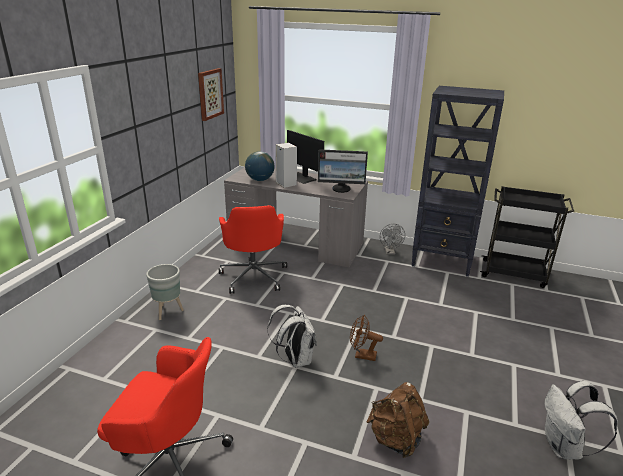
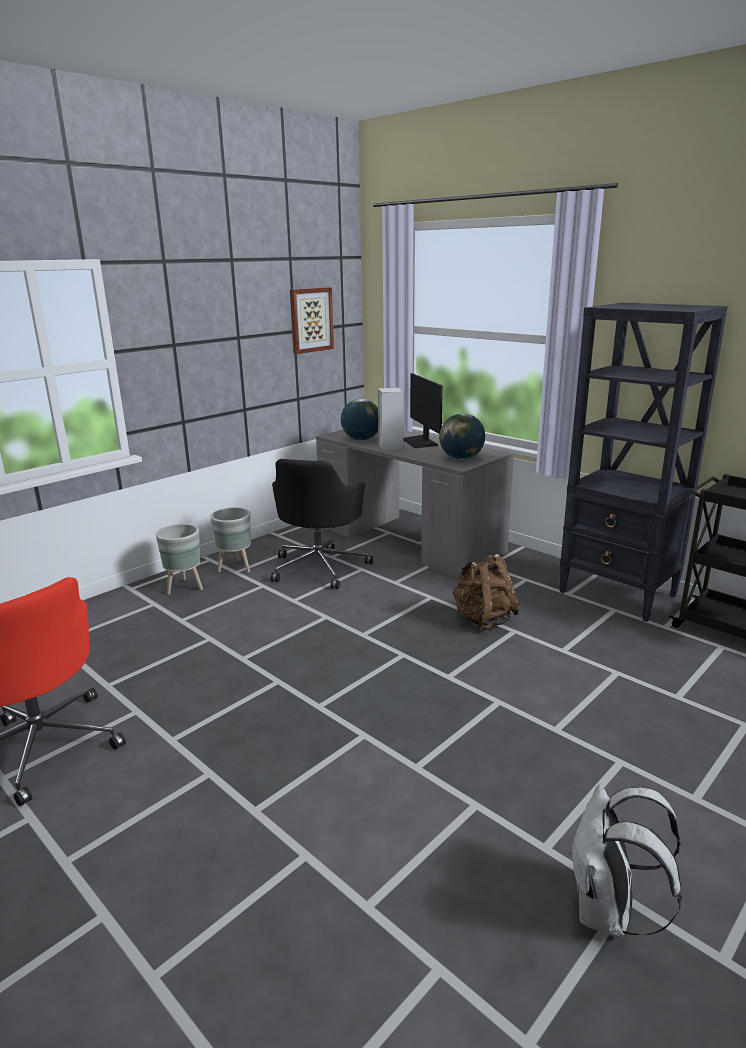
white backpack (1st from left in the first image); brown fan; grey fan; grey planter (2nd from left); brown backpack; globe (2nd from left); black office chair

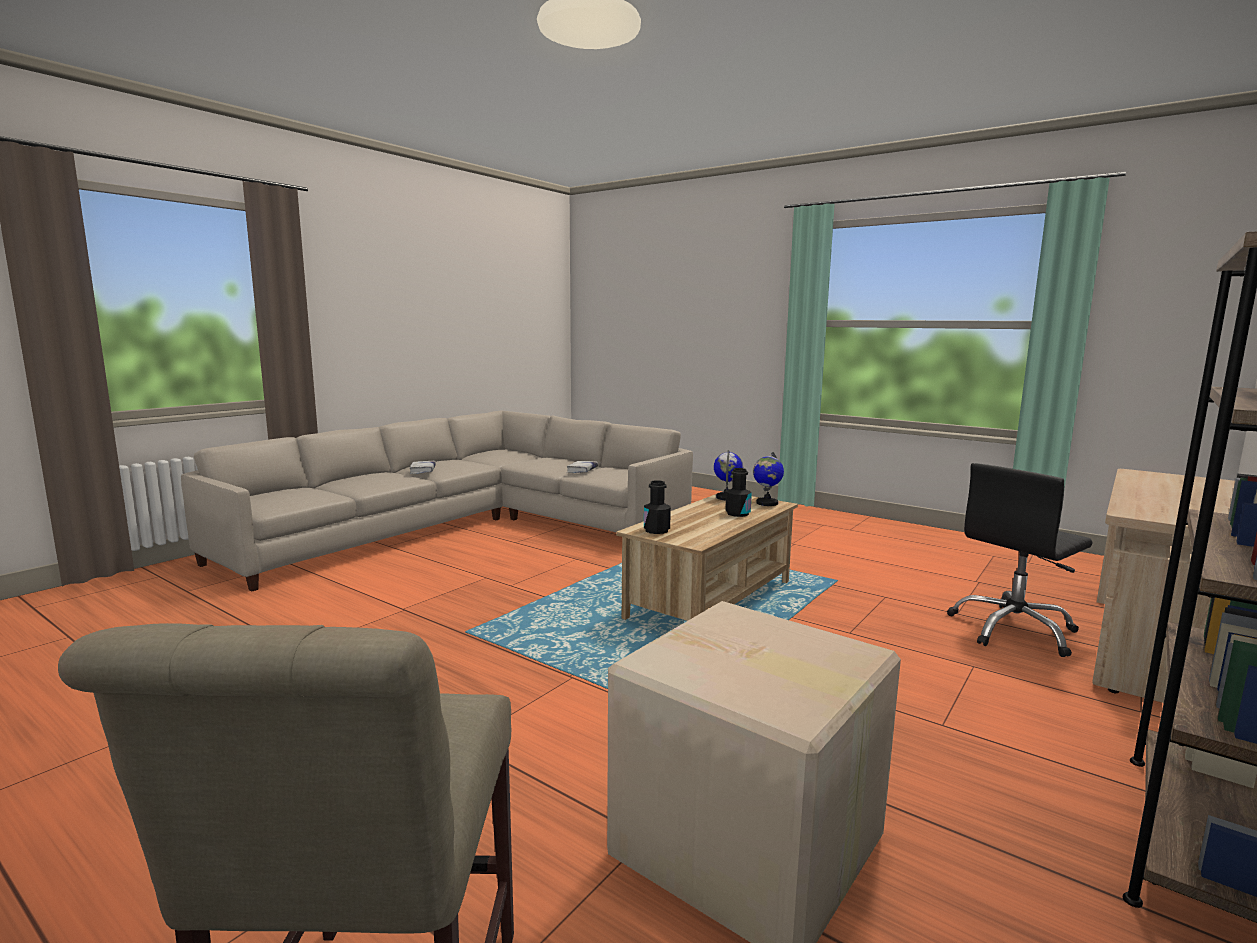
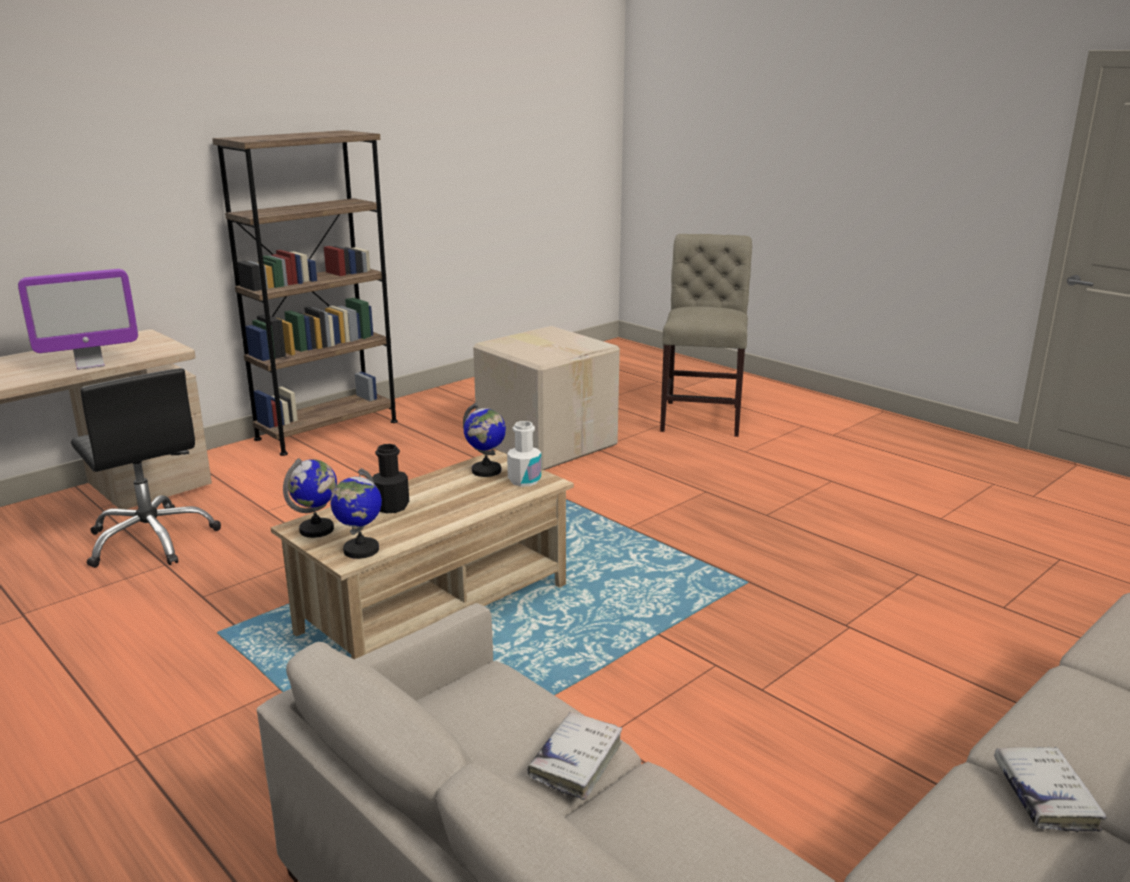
monitor; globe (3rd from left); white bottle; black office chair

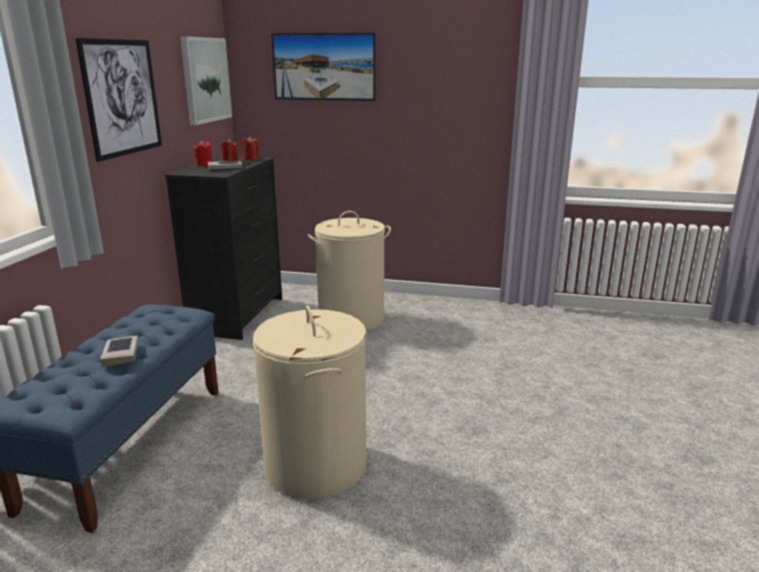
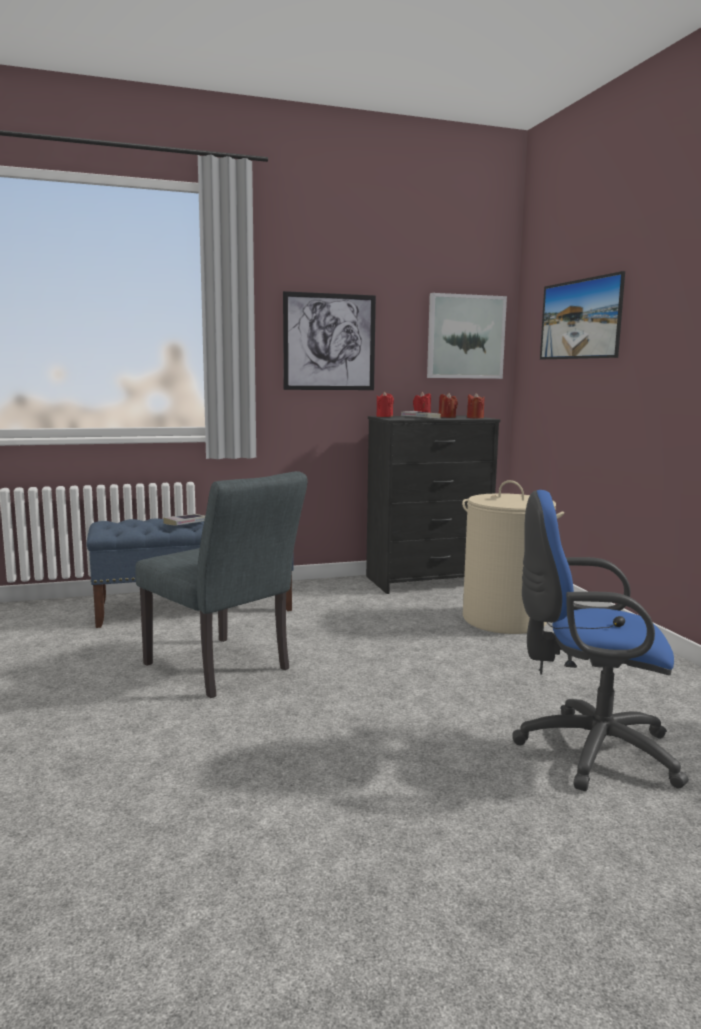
red candle (1st from left); blue office chair; grey chair

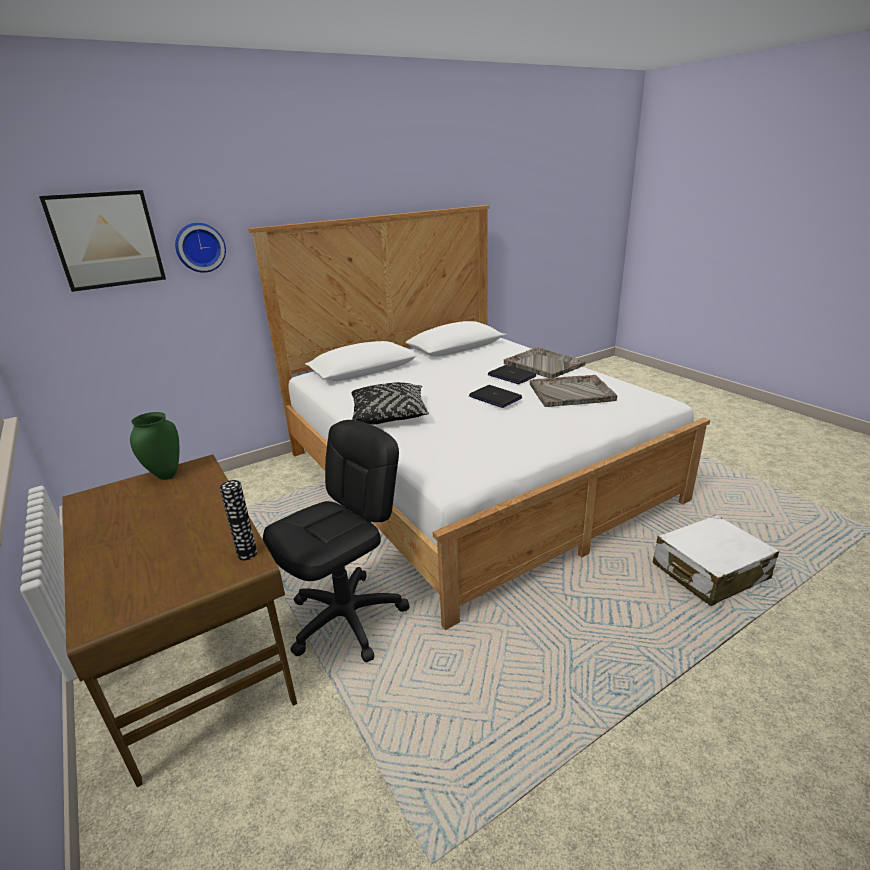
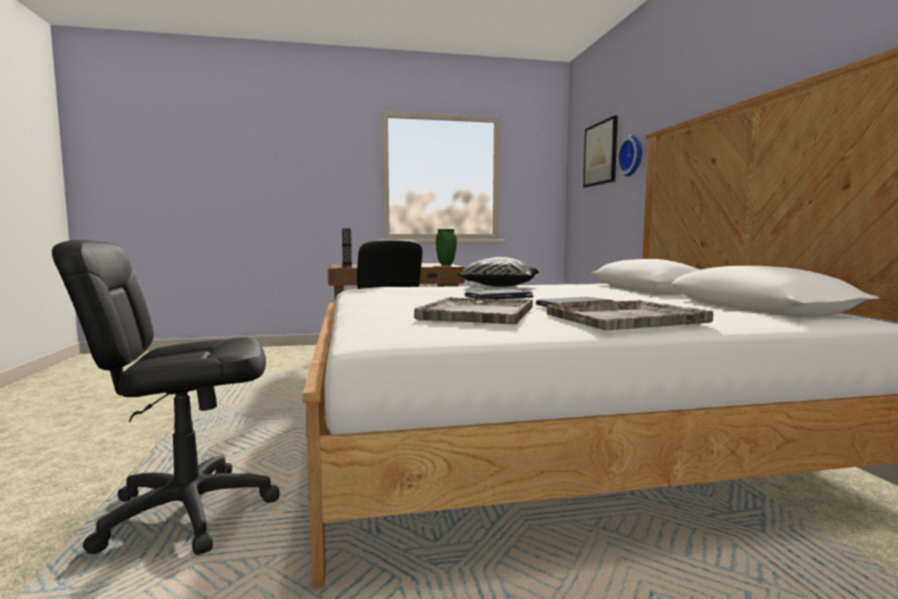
black office chair (1st from left)

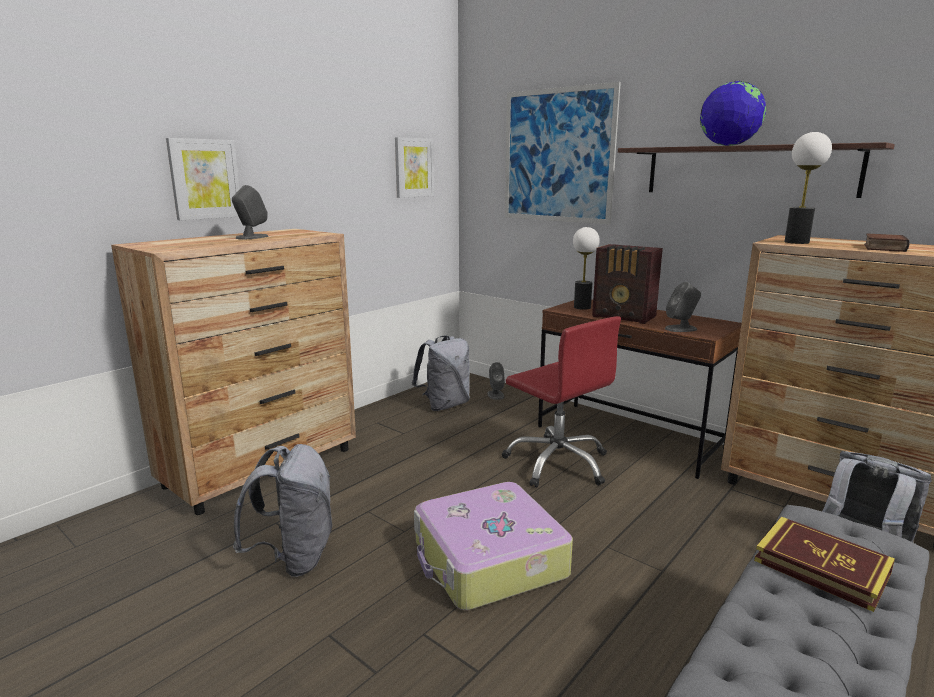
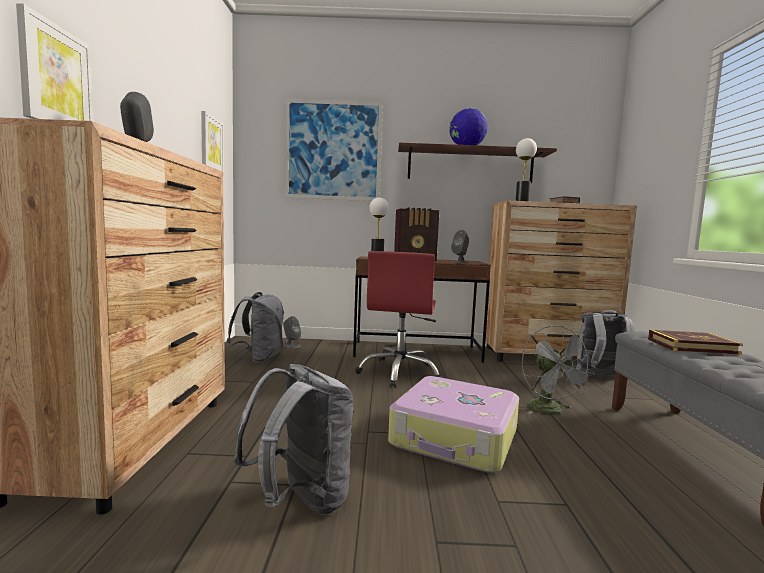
grey fan; red office chair

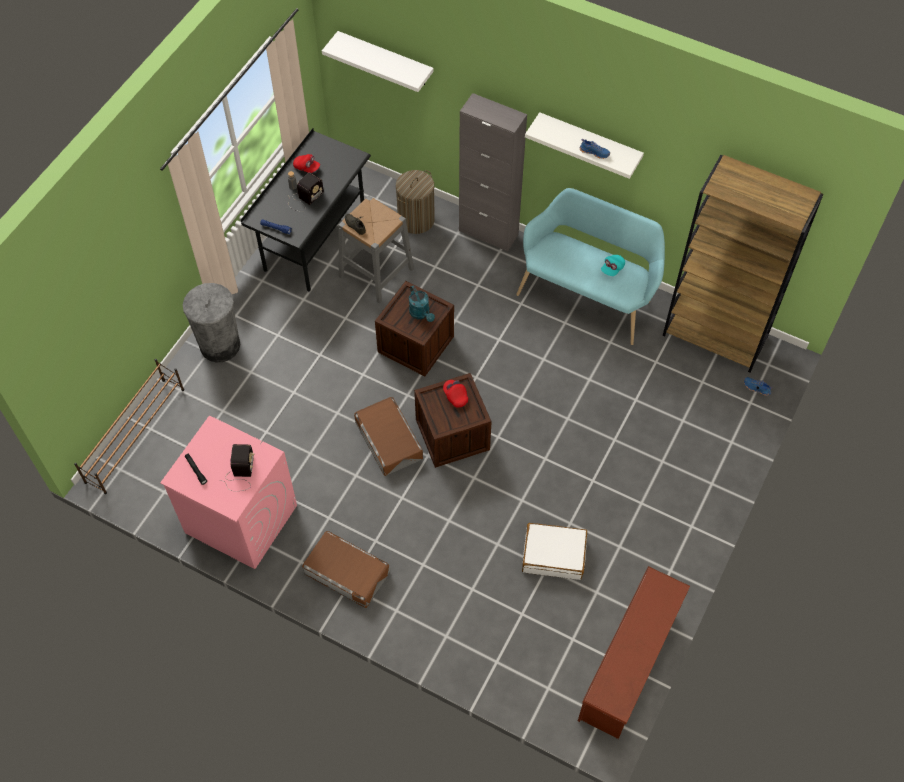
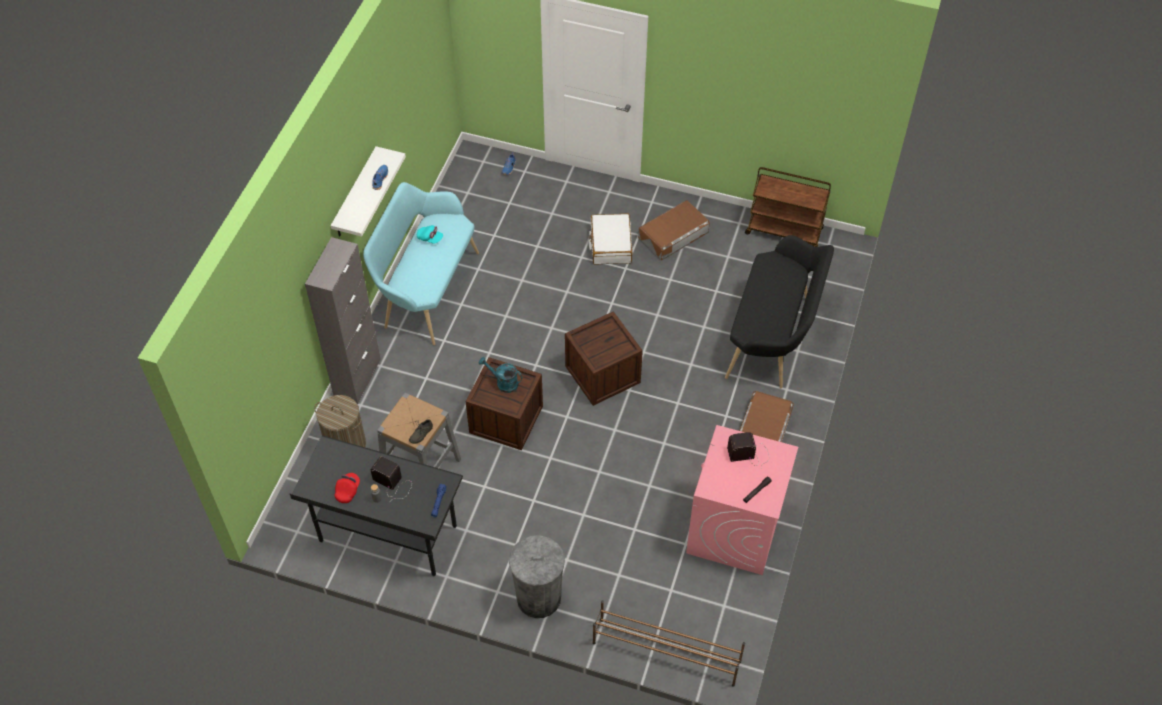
white shelf (1st from left in the first image); red cap (2nd from left in the first image); brown bookcase; black bench; brown storage box (1st from left); white suitcase; brown cart; turquoise watering can

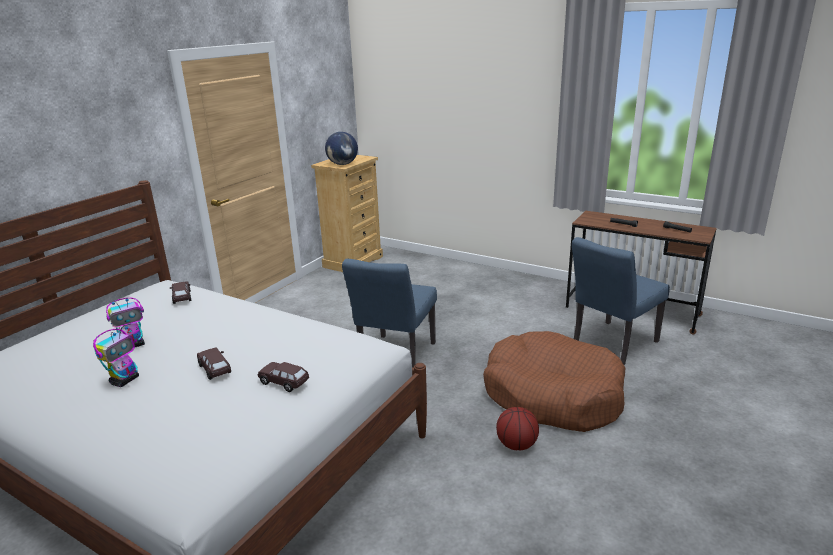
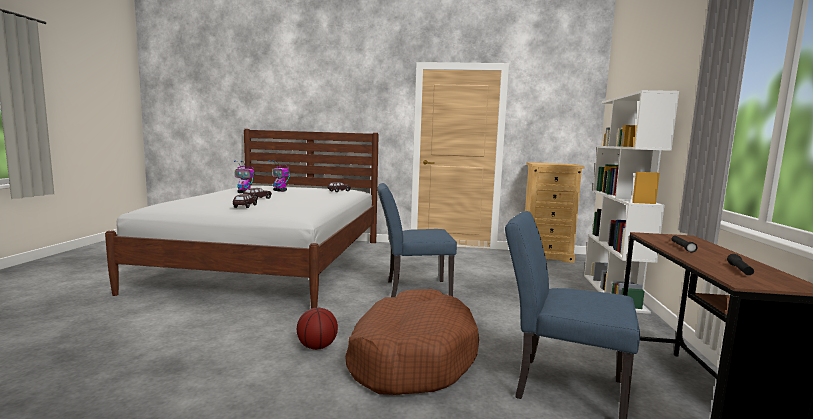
globe; white bookcase

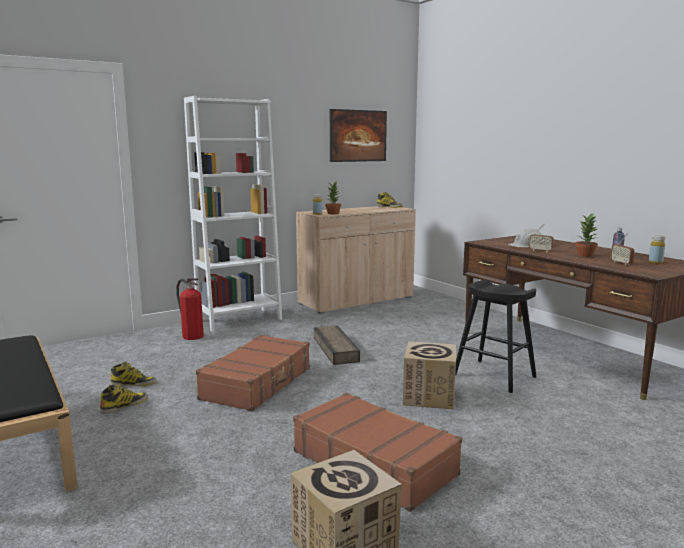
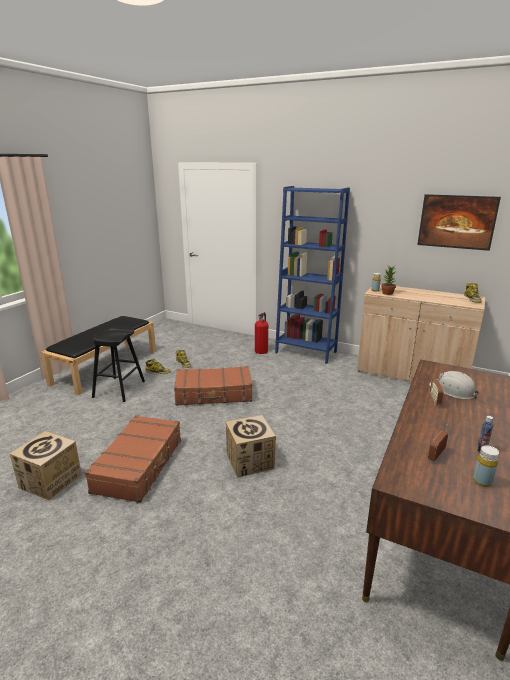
crate; potted plant (2nd from left in the first image); black stool; blue bookcase

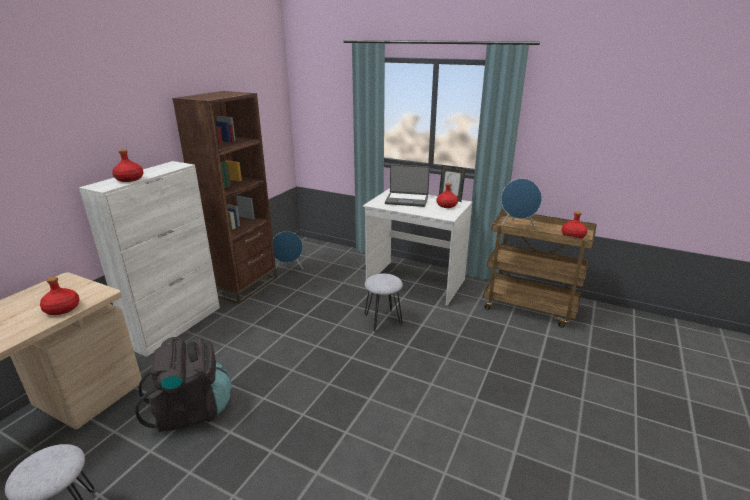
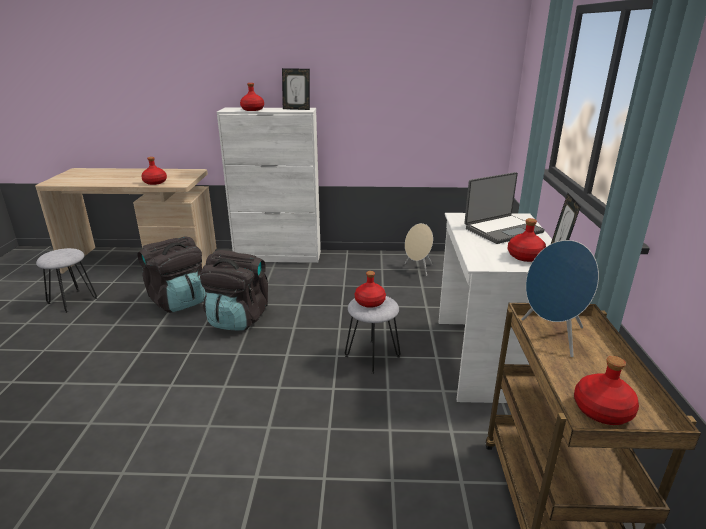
brown bookcase; black backpack (2nd from left); picture frame (1st from left); red bottle (3rd from left); beige speaker; laptop

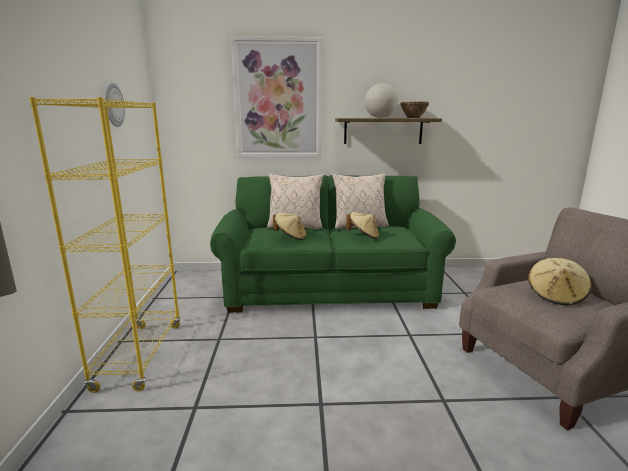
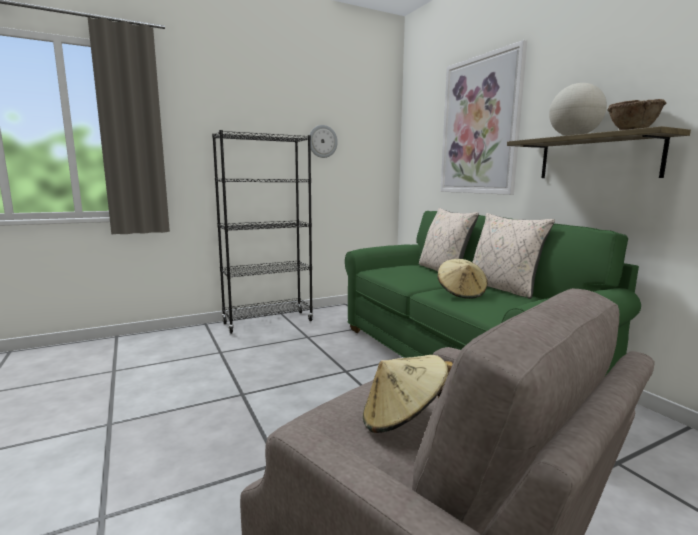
beige hat (1st from left in the first image); black bookcase

